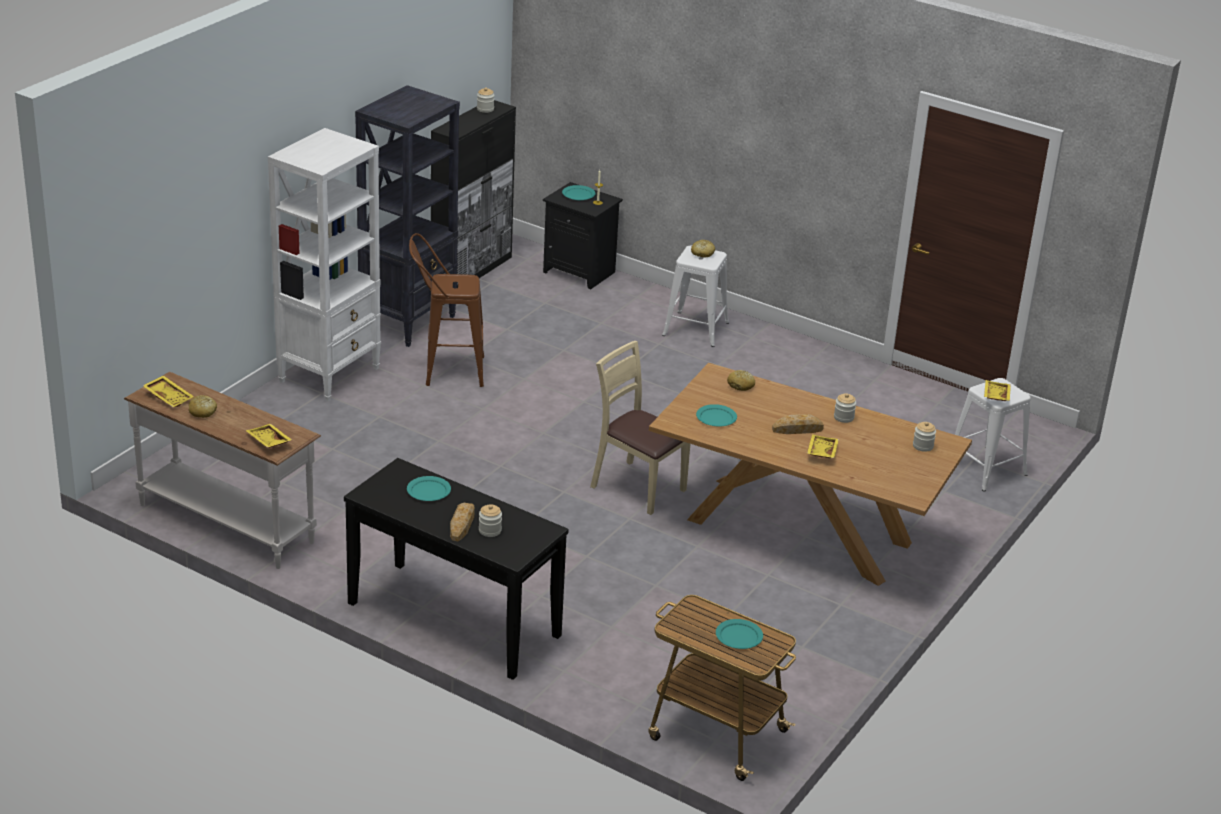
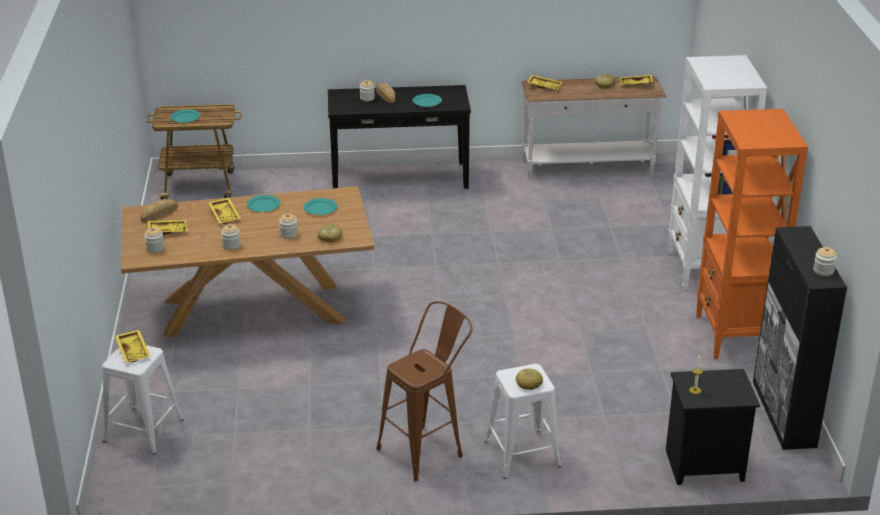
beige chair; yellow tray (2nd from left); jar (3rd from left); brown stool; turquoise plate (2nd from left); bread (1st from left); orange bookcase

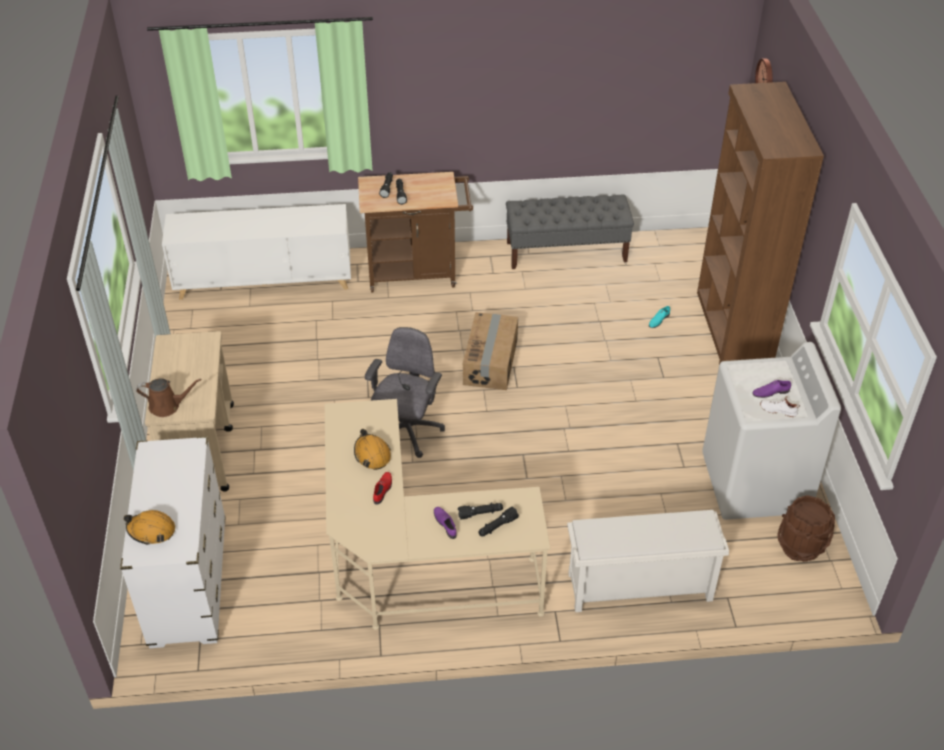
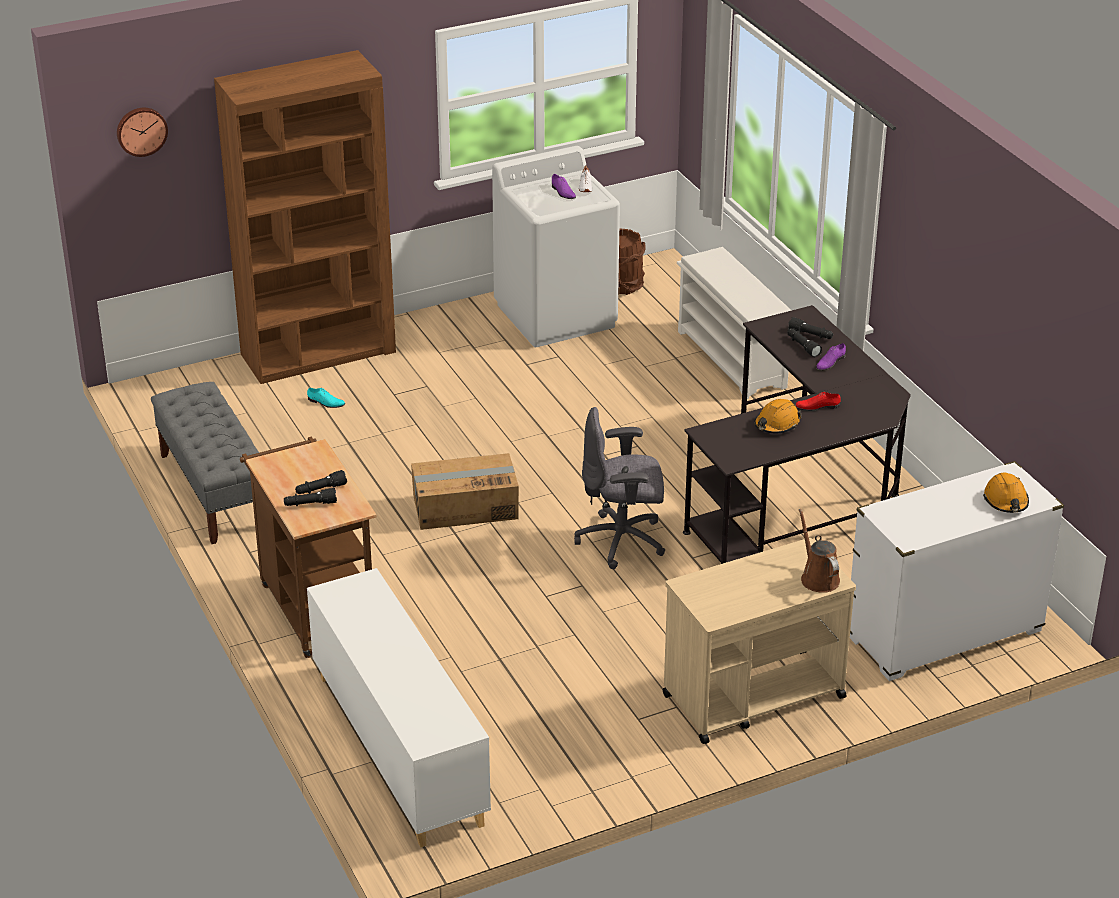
black desk

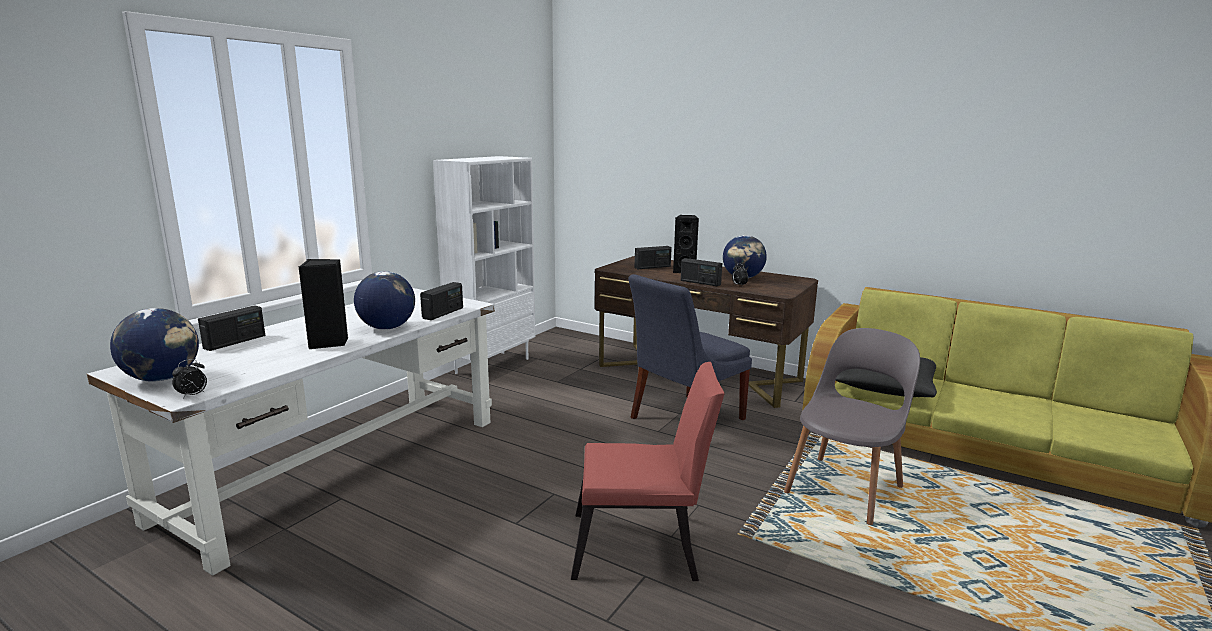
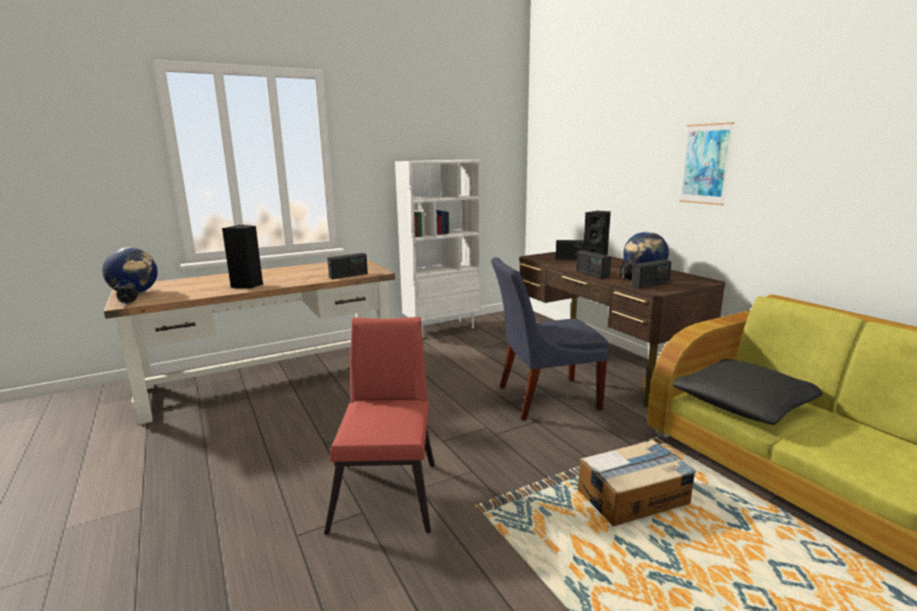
globe (2nd from left in the first image); picture; radio (4th from left); cardboard box; brown desk (1st from left); red chair

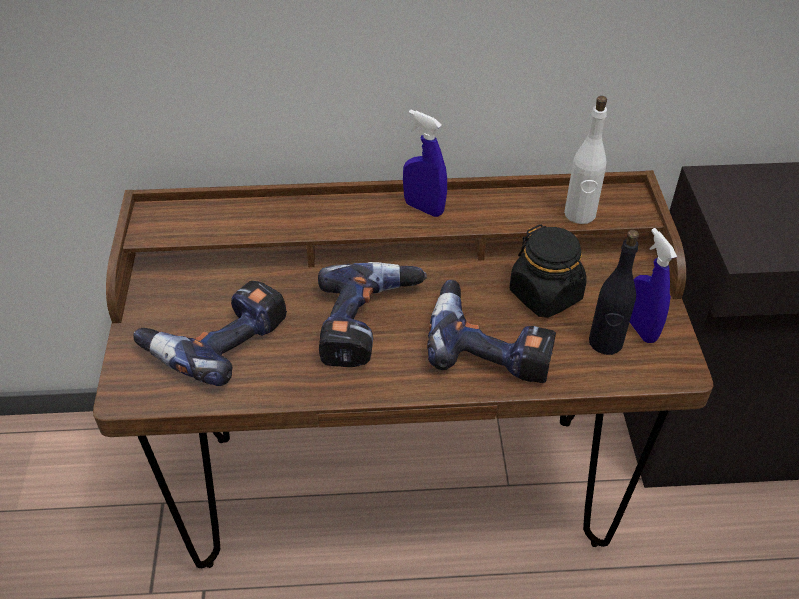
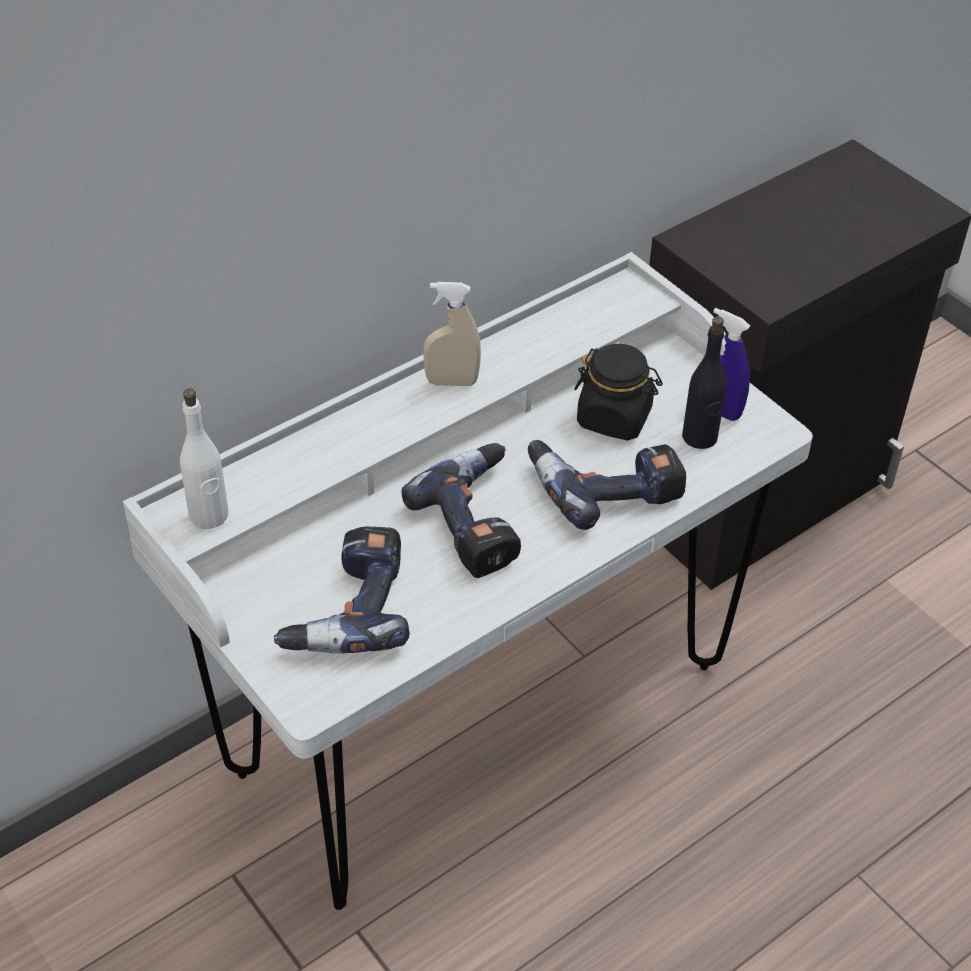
white bottle; white desk; beige spray bottle

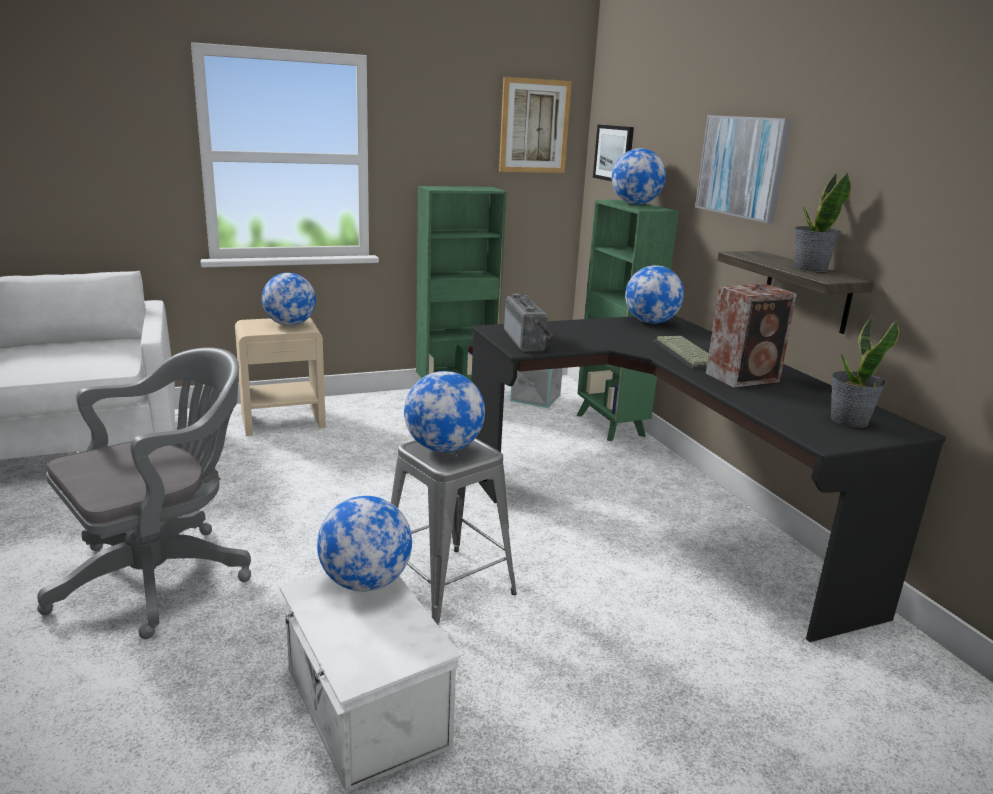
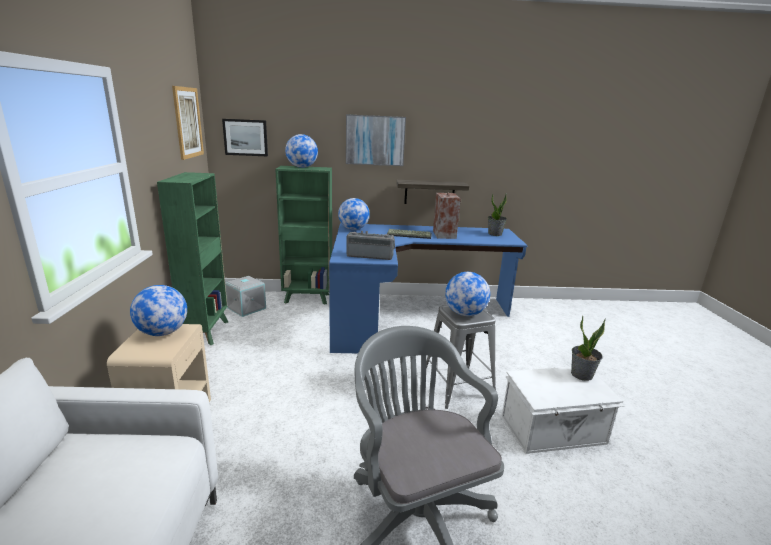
globe (2nd from left in the first image); potted plant (2nd from left); blue desk

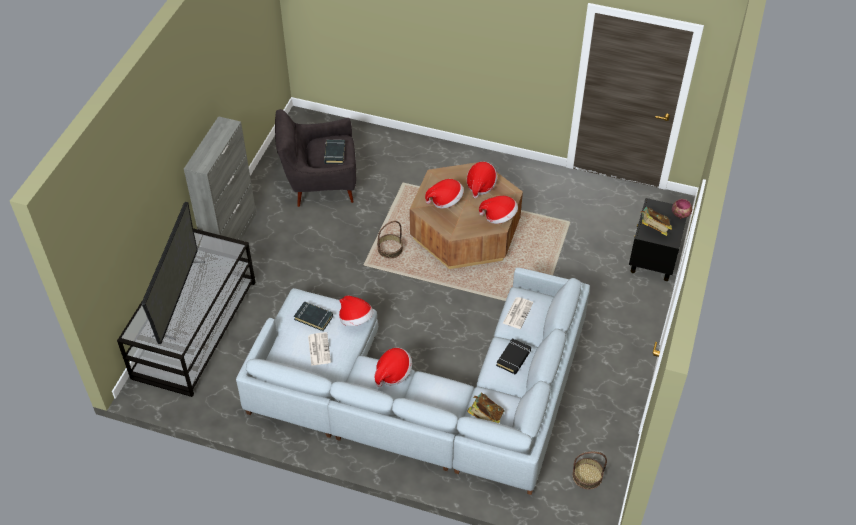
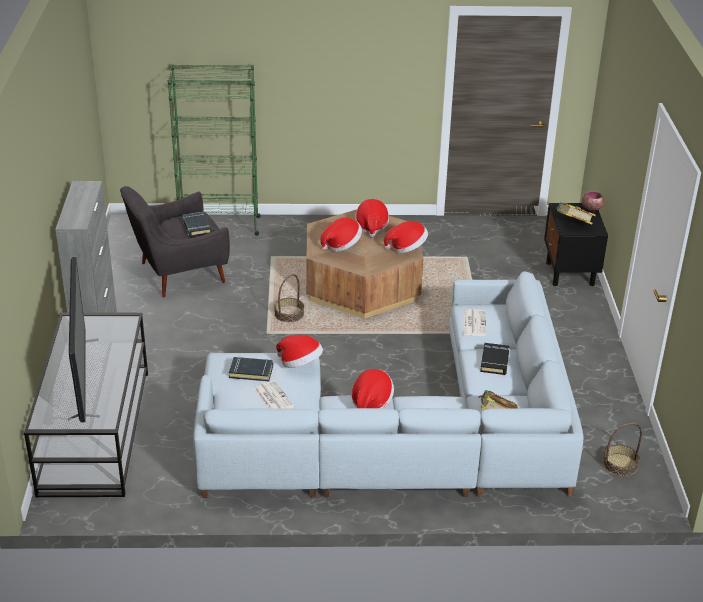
green bookcase

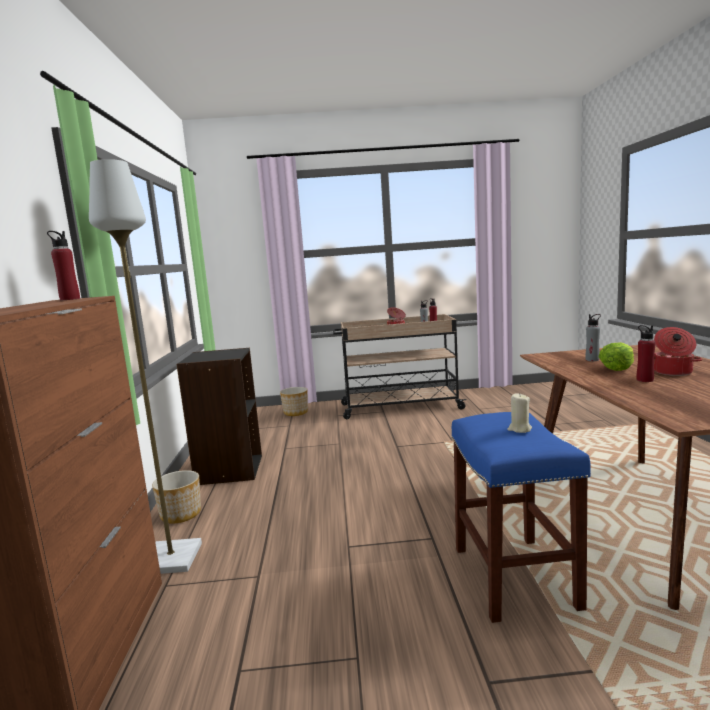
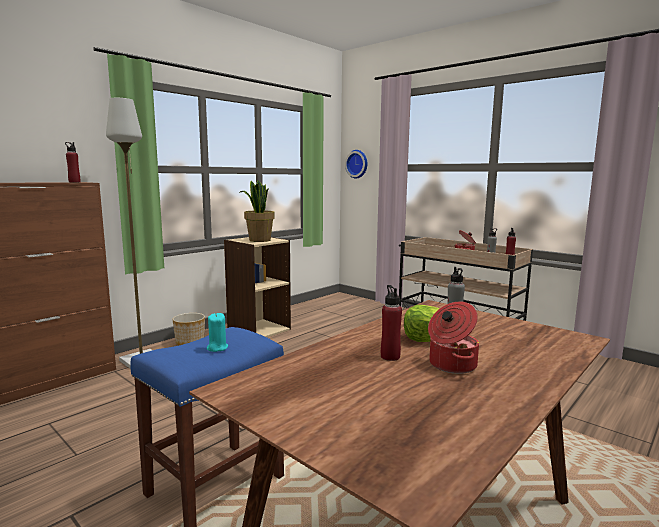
planter (2nd from left in the first image); potted plant; wall clock; beige bookcase; turquoise candle

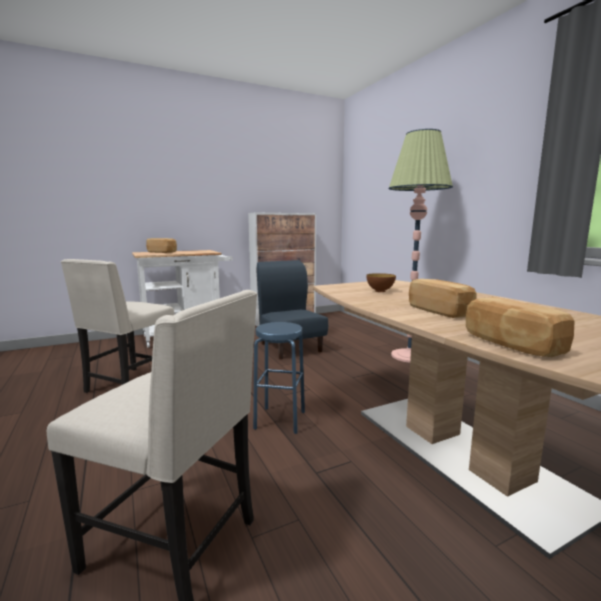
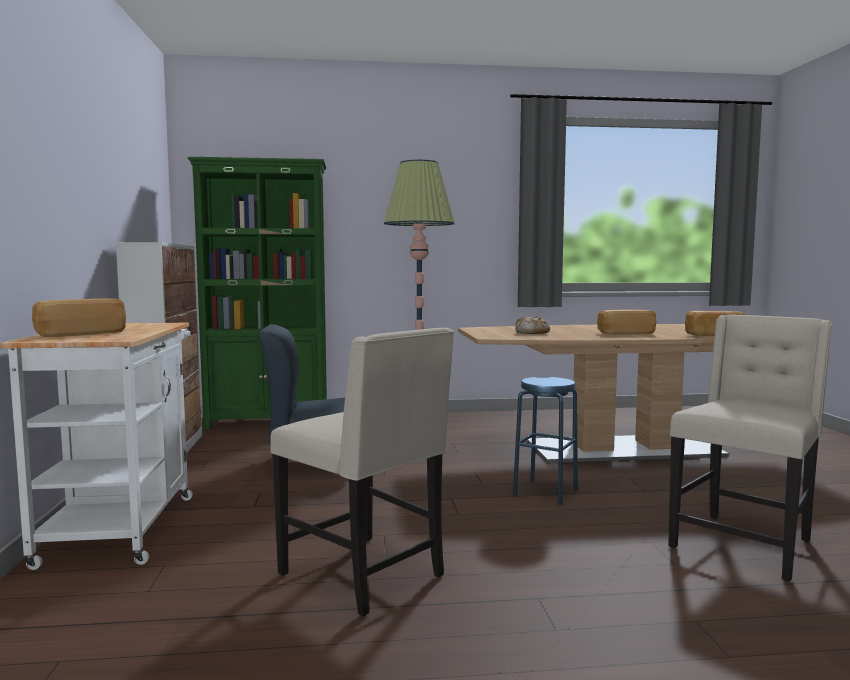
green bookcase; bread (2nd from left)

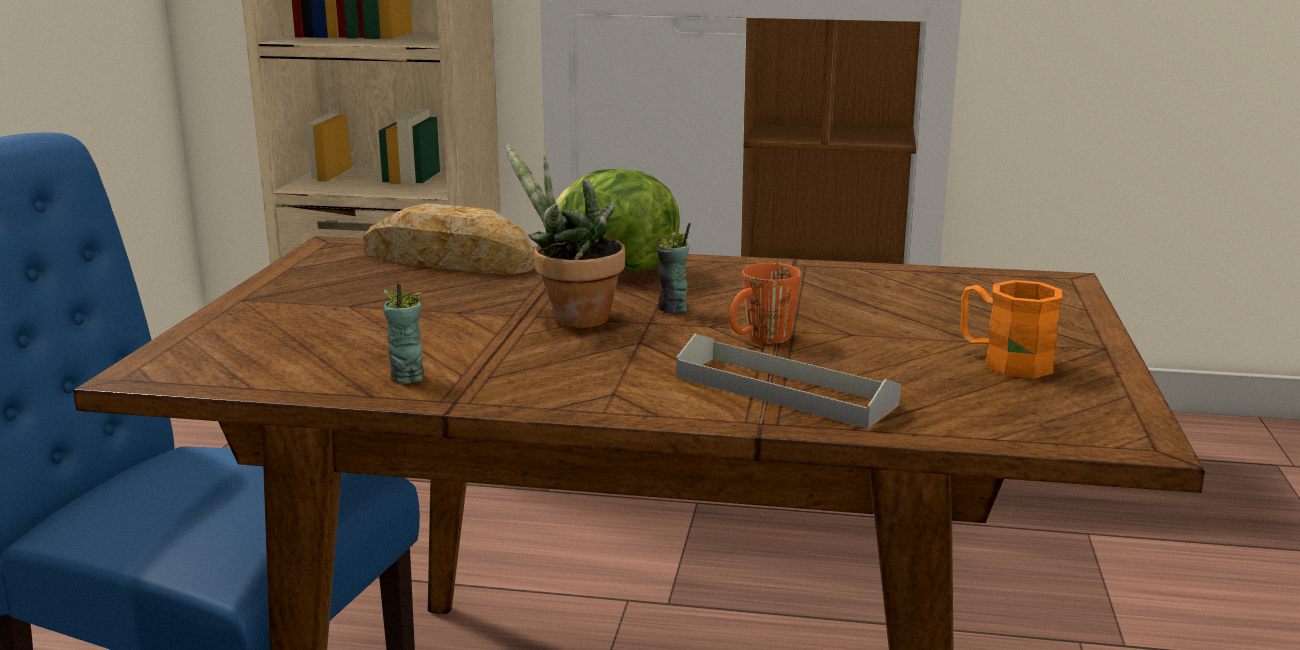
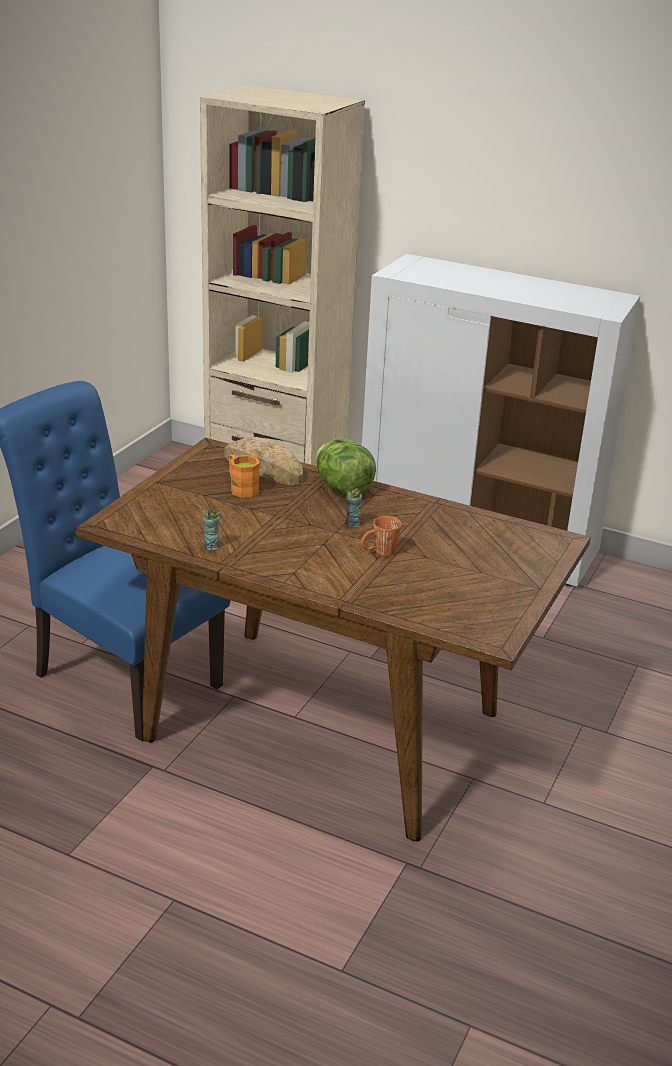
potted plant; grey tray; orange mug (1st from left)

